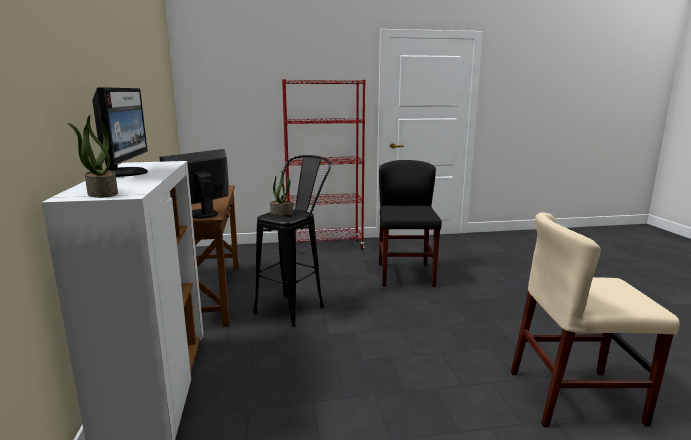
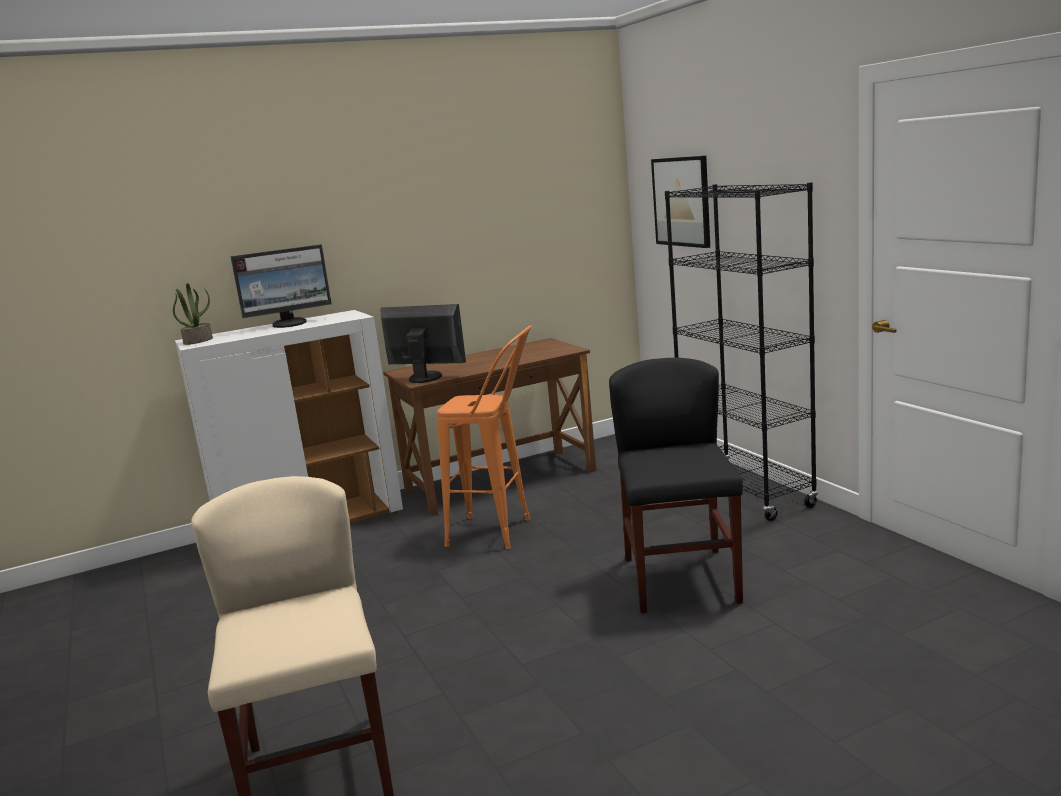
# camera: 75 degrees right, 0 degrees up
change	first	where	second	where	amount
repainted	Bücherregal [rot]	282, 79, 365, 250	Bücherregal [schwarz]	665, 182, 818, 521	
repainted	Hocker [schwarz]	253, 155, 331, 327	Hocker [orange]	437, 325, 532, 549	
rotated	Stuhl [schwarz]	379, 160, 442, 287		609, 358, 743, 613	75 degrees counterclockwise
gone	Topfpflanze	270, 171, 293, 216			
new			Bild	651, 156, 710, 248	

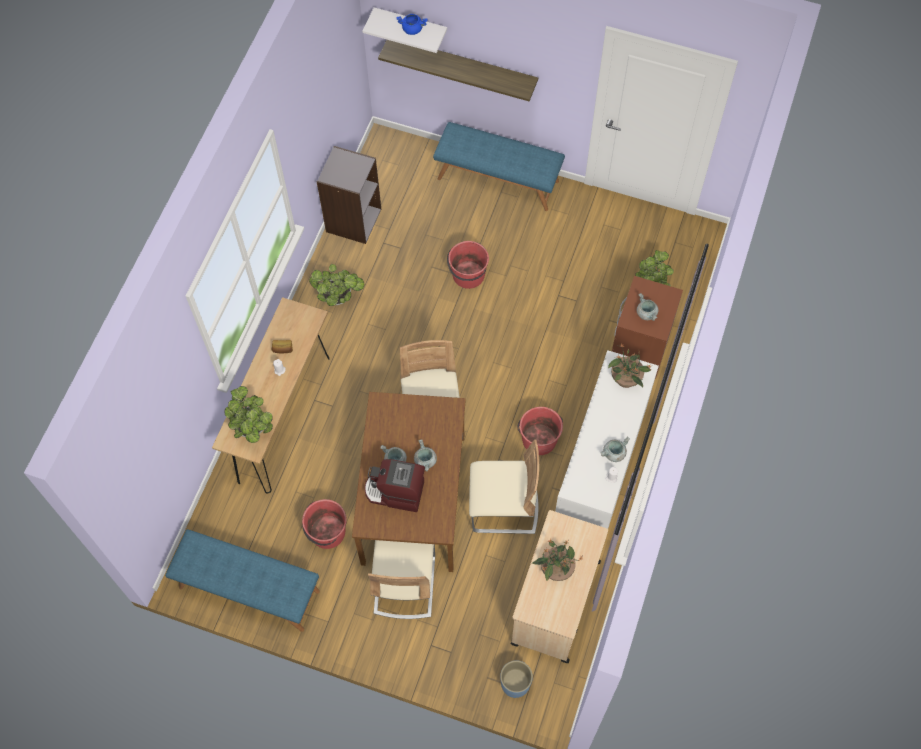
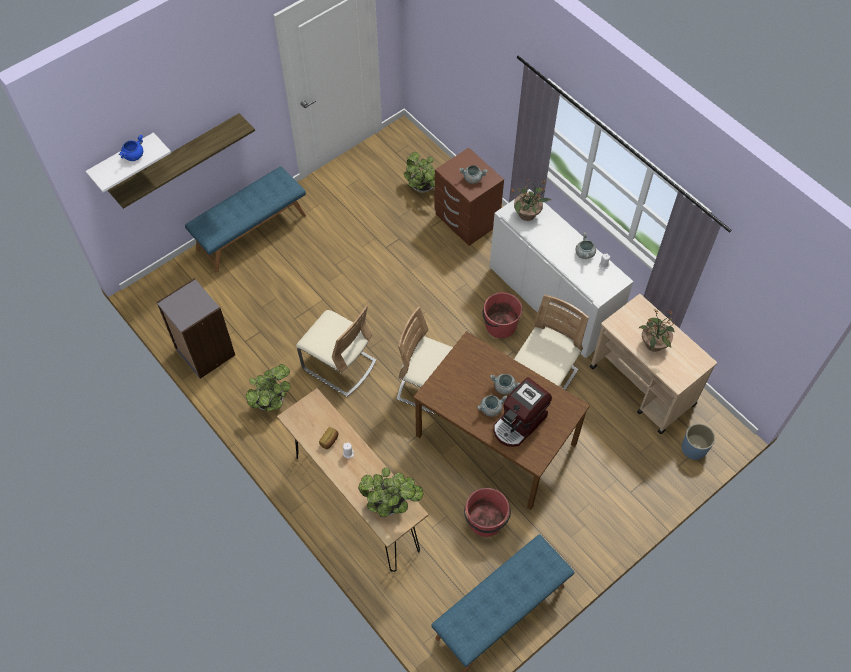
# camera: 60 degrees left, 5 degrees down
change	first	where	second	where	amount
gone	Eimer [rot]	447, 241, 489, 289			
shifted	Stuhl [beige]	368, 540, 435, 619		296, 304, 377, 397	

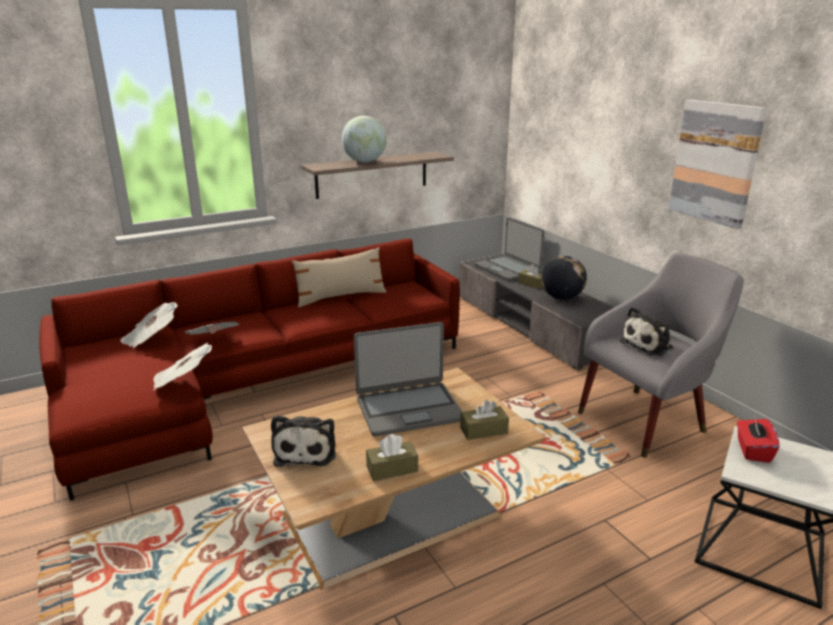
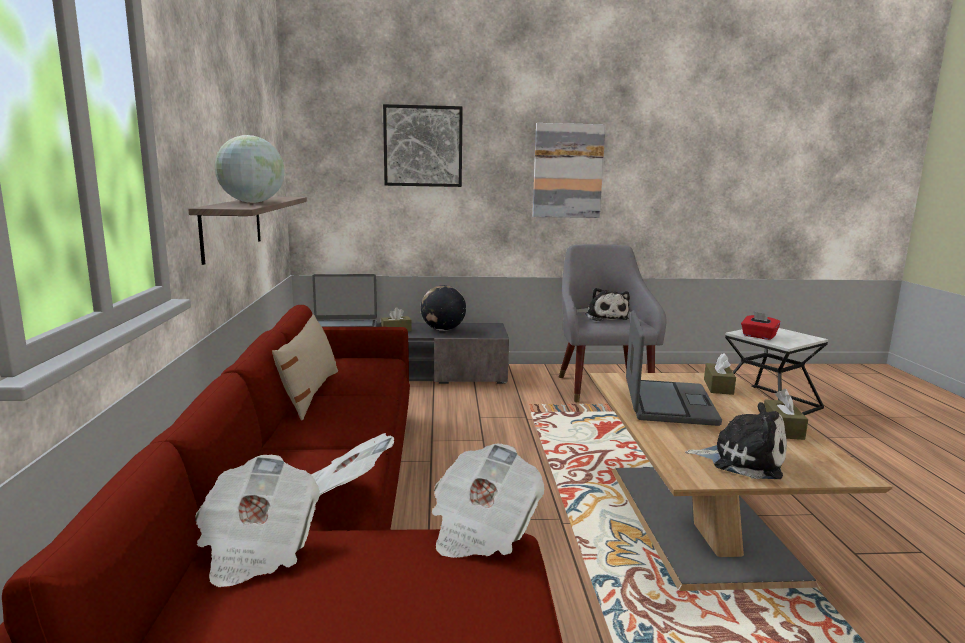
# camera: 65 degrees left, 10 degrees down
change	first	where	second	where	amount
new			Bild	383, 104, 463, 187	

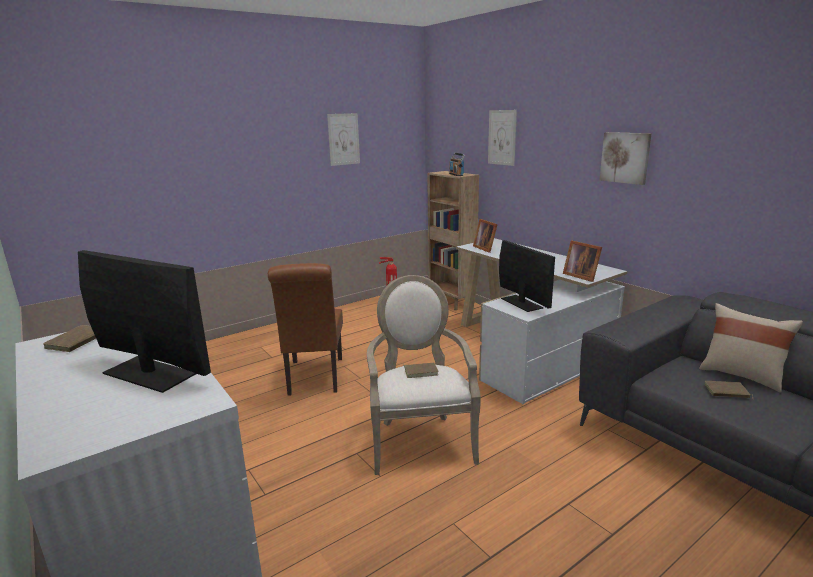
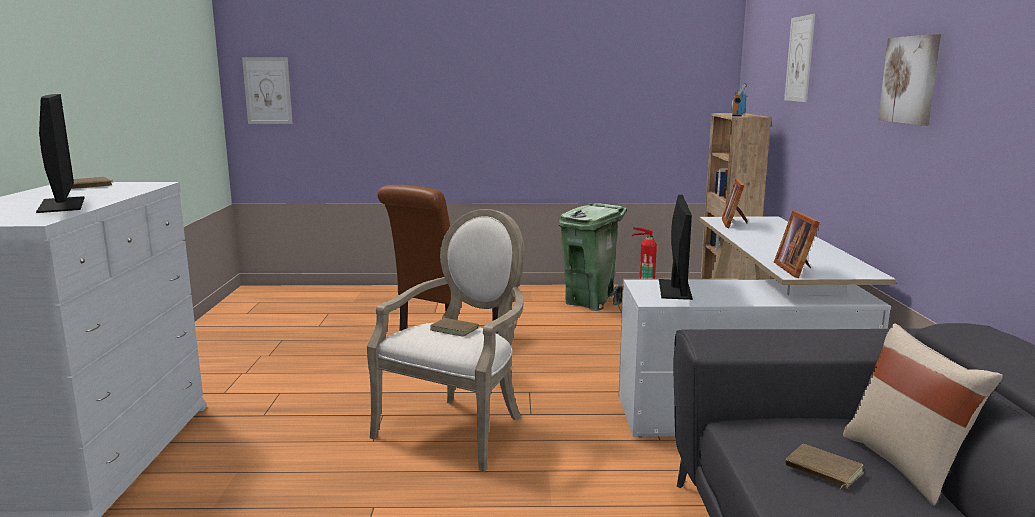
# camera: 35 degrees right, 5 degrees down
change	first	where	second	where	amount
shifted	Bild	327, 113, 360, 166		242, 57, 293, 124	
new			Mülleimer [grün]	559, 203, 627, 311	

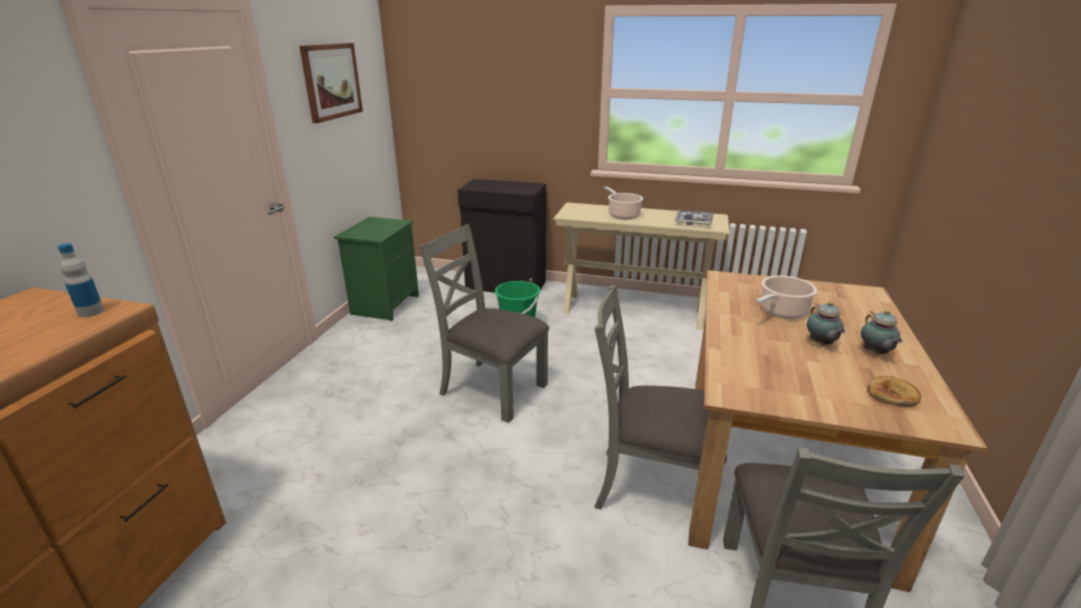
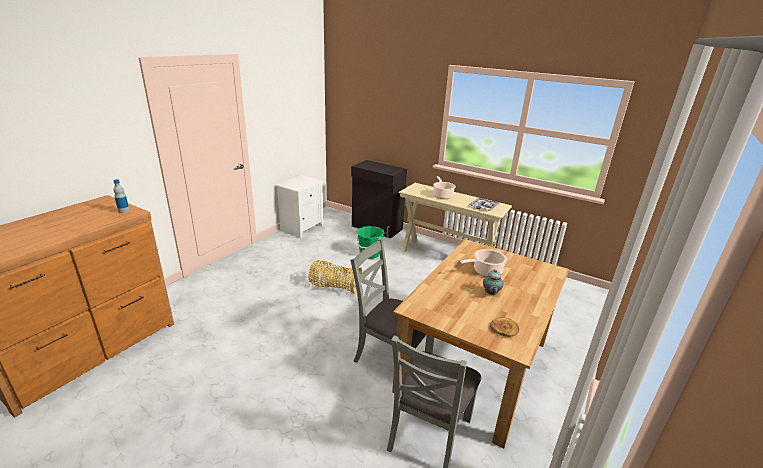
# camera: 15 degrees right, 0 degrees up
change	first	where	second	where	amount
gone	Bild	299, 43, 363, 123			
repainted	Nachttisch [grün]	334, 217, 419, 321	Nachttisch [weiß]	275, 175, 324, 238	
swapped	Stuhl [grau]	419, 224, 549, 423	Korb	309, 260, 362, 294	
gone	Teekanne	861, 310, 903, 355			

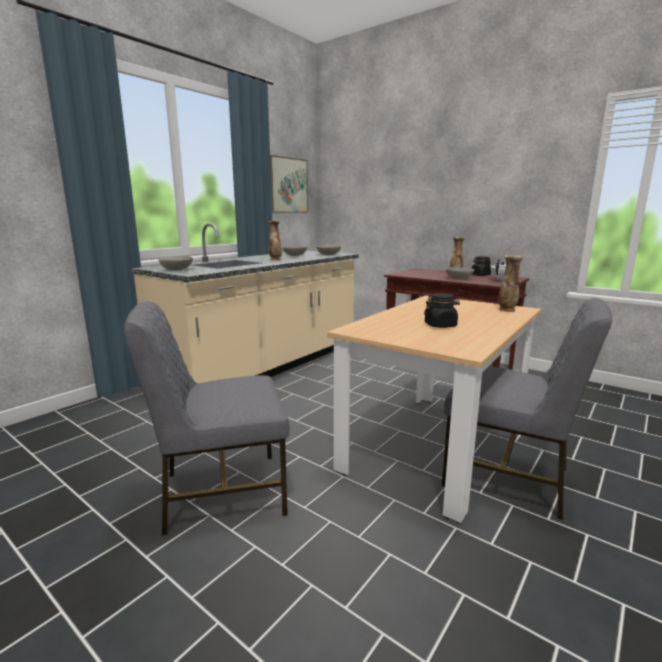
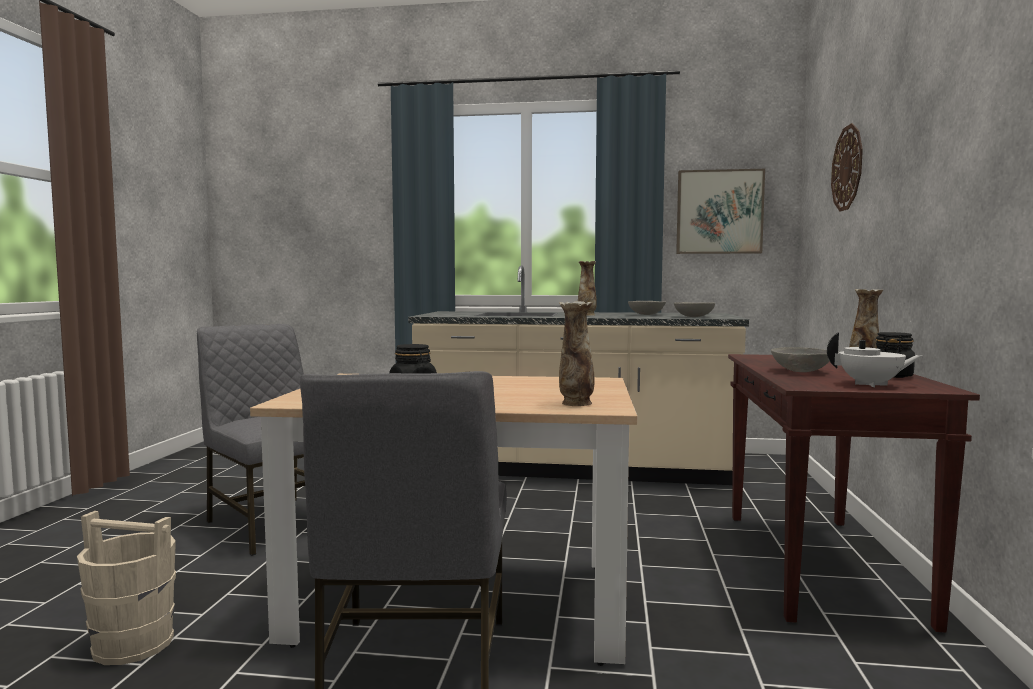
# camera: 60 degrees right, 10 degrees down
change	first	where	second	where	amount
gone	Schüssel [grau]	159, 256, 193, 270			
new			Wanduhr	831, 123, 863, 212	
new			Eimer [beige]	77, 511, 176, 665	

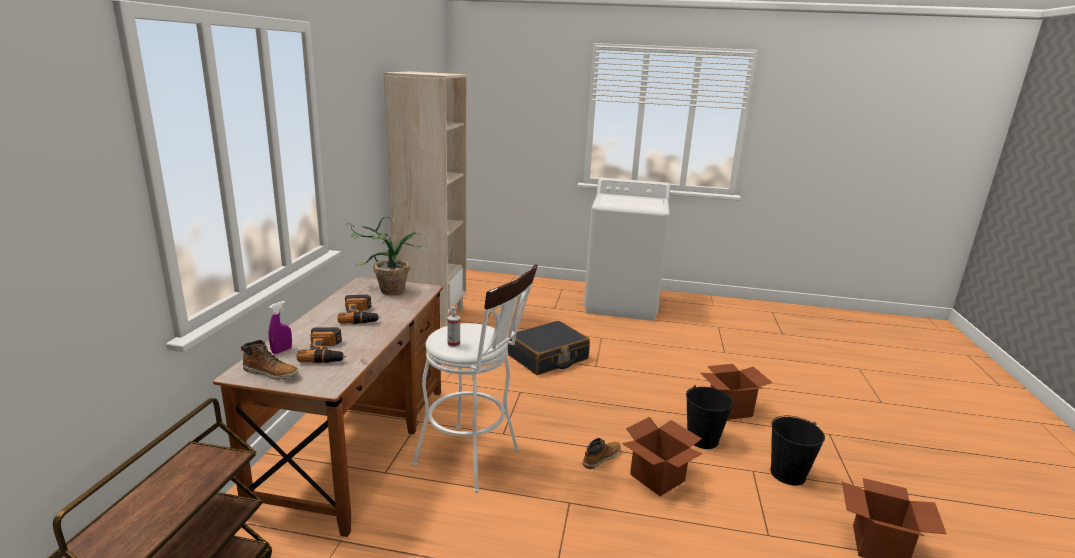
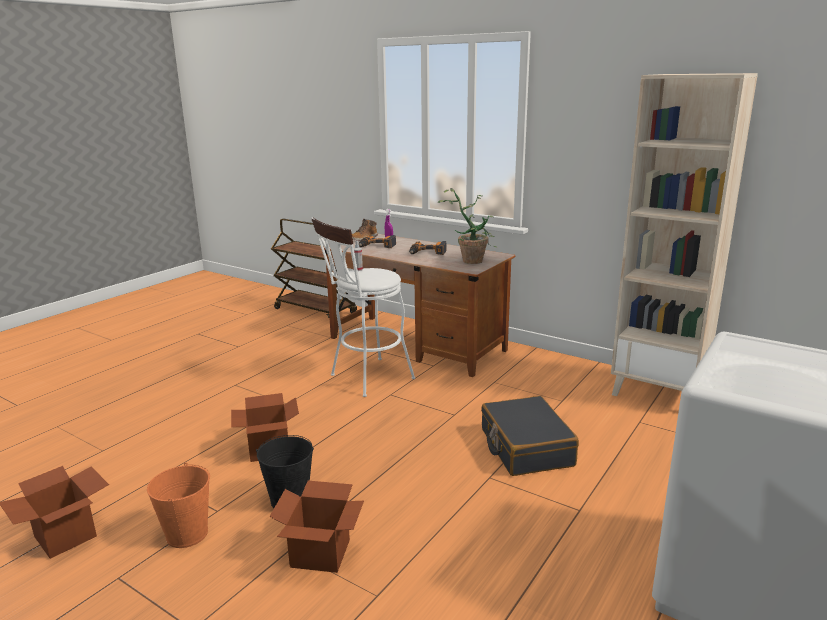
# camera: 115 degrees right, 0 degrees up
change	first	where	second	where	amount
repainted	Eimer [schwarz]	770, 416, 825, 485	Eimer [orange]	147, 462, 210, 548	
gone	Stiefel	583, 438, 621, 469			

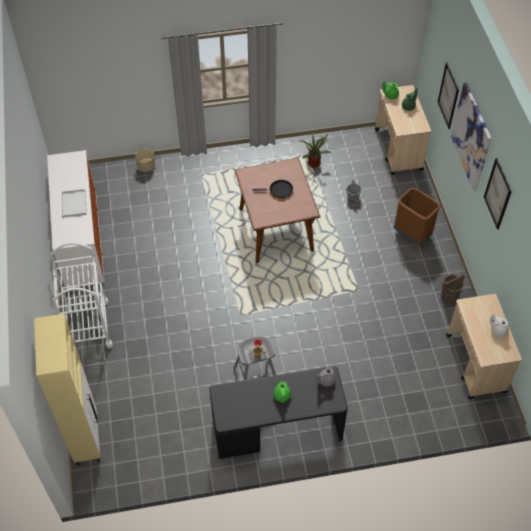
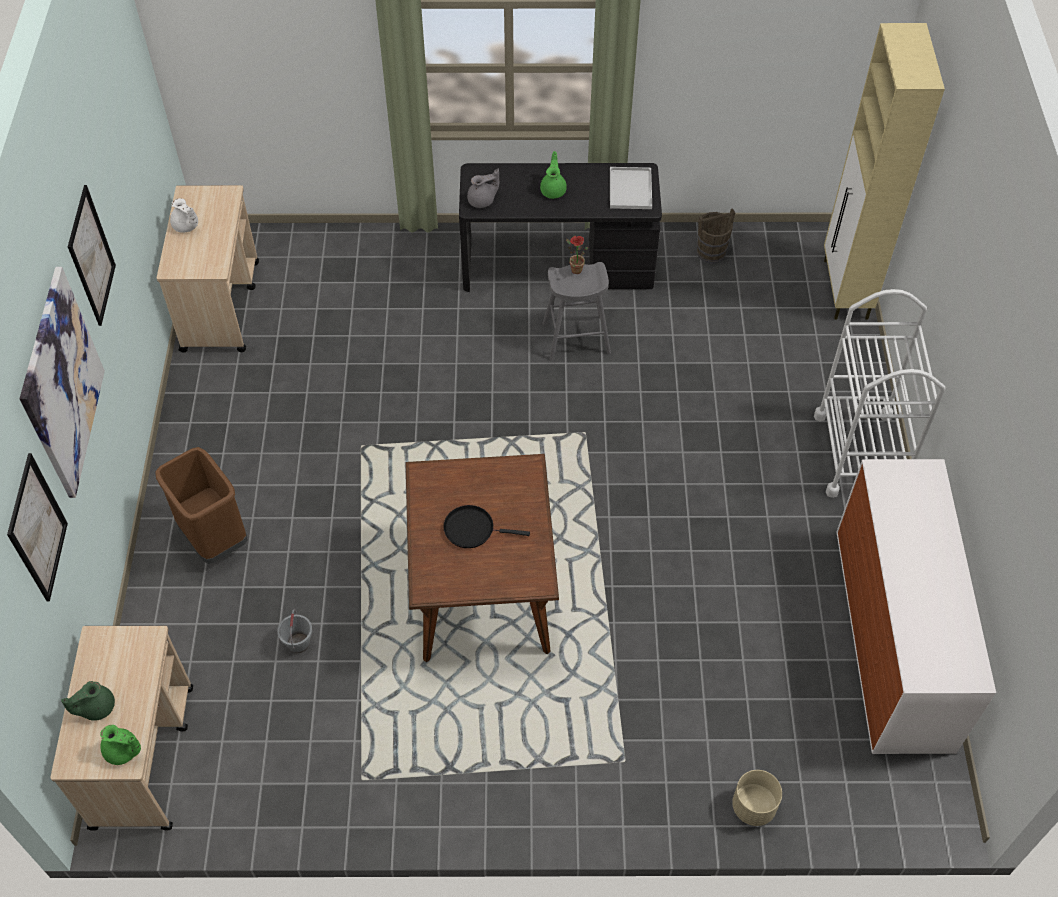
# camera: 170 degrees left, 0 degrees up
change	first	where	second	where	amount
gone	Topfpflanze	298, 133, 331, 168			
shifted	Tablett [weiß]	61, 189, 87, 217		610, 167, 652, 209	
shifted	Eimer [braun]	441, 273, 465, 304		697, 208, 735, 264	

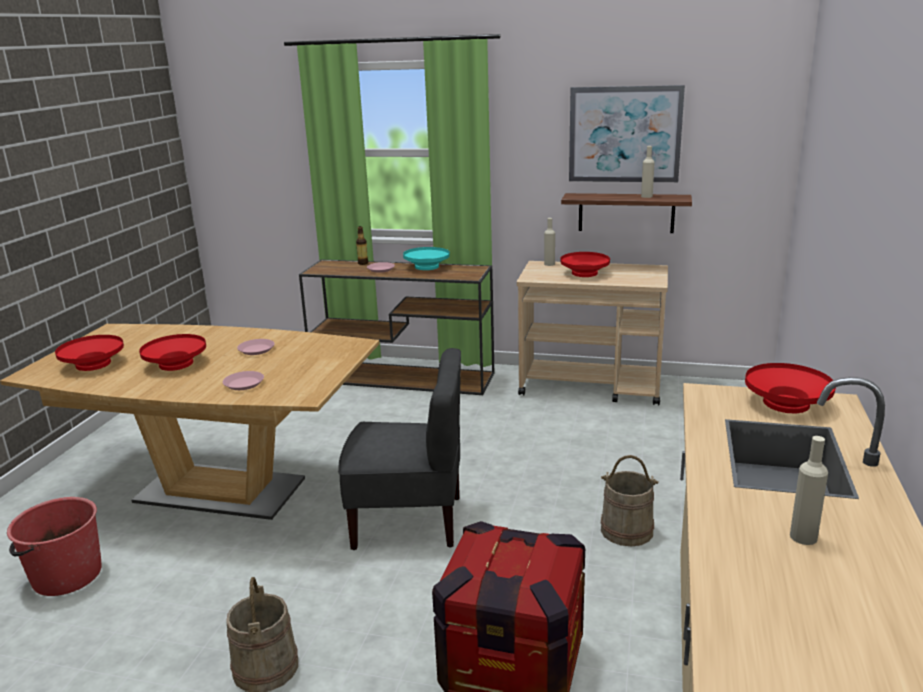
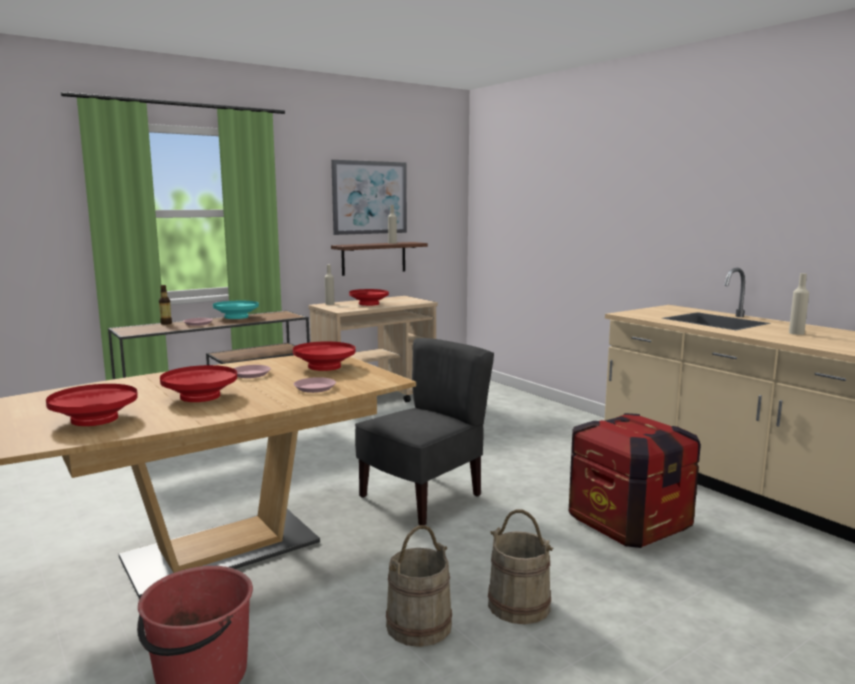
# camera: 50 degrees left, 10 degrees down
change	first	where	second	where	amount
shifted	Schüssel [rot]	745, 363, 836, 413		293, 342, 356, 371	
shifted	Eimer [beige]	601, 455, 659, 547		386, 525, 452, 647	

